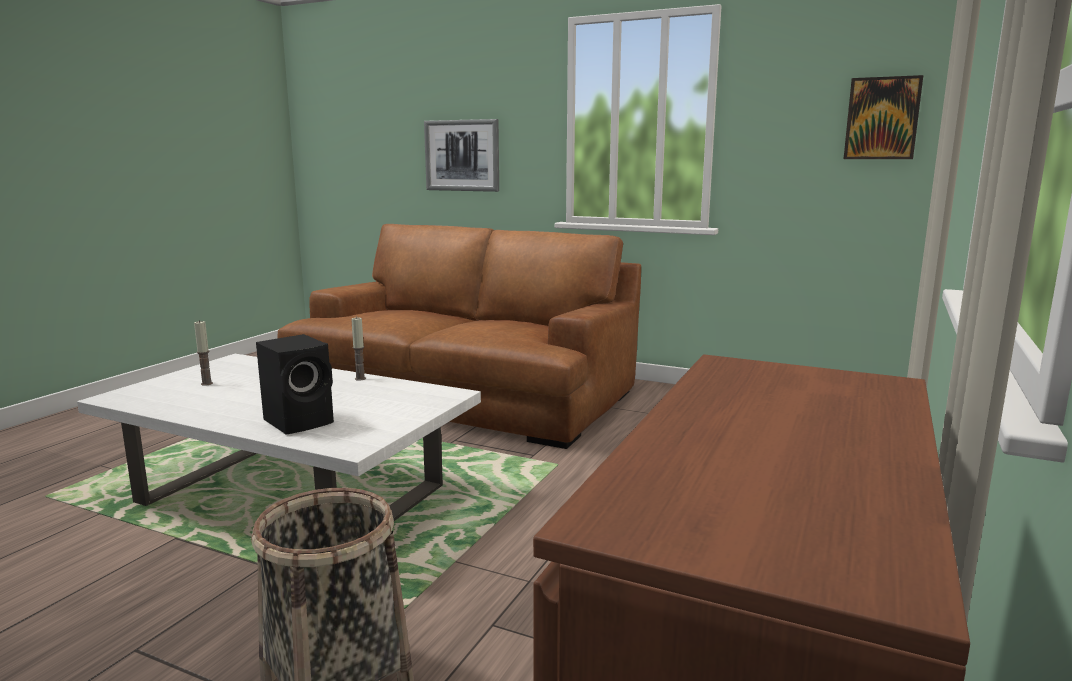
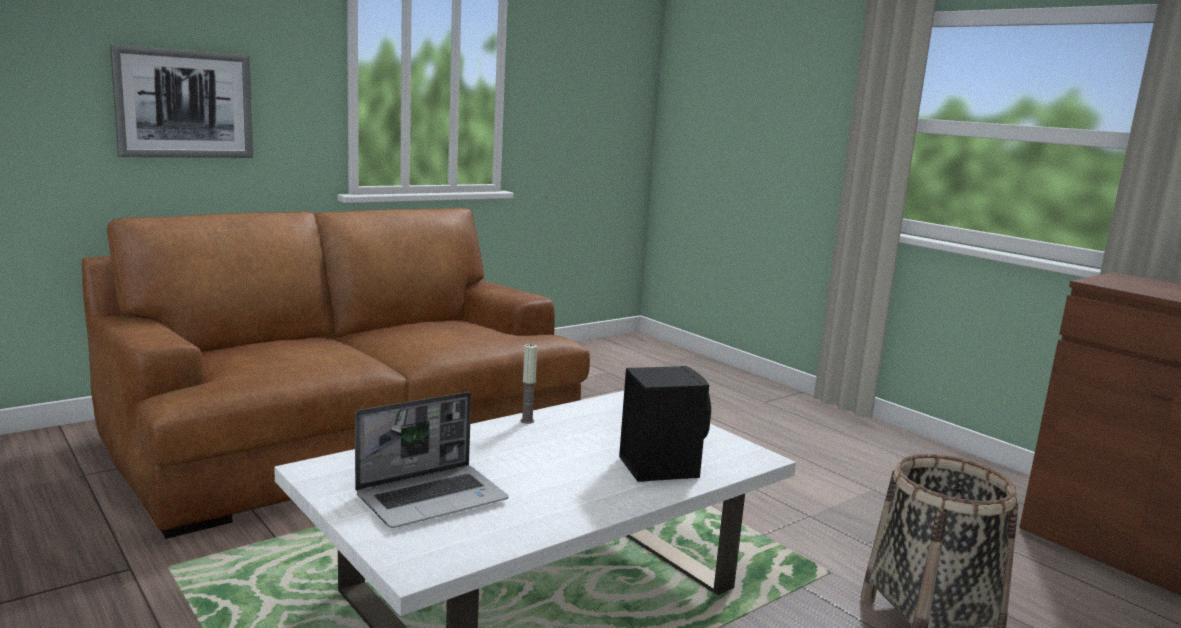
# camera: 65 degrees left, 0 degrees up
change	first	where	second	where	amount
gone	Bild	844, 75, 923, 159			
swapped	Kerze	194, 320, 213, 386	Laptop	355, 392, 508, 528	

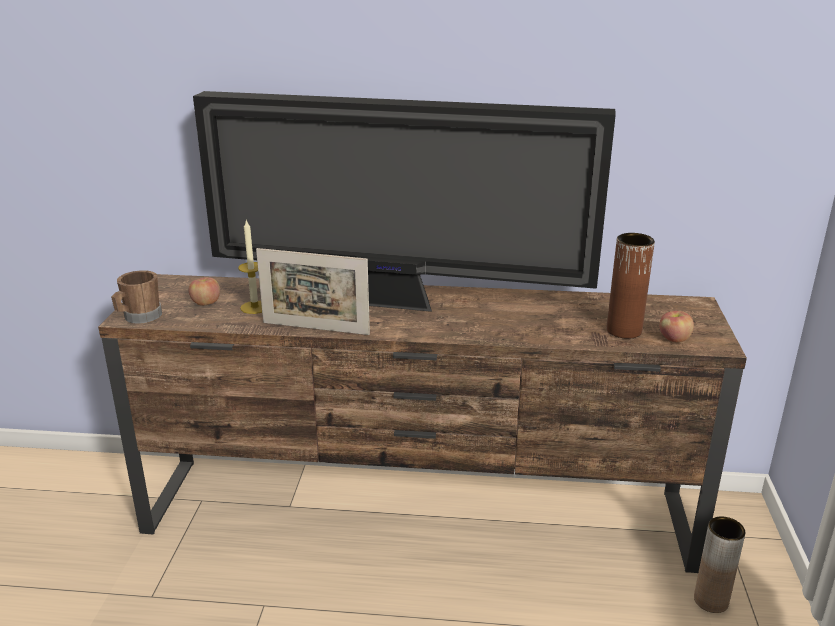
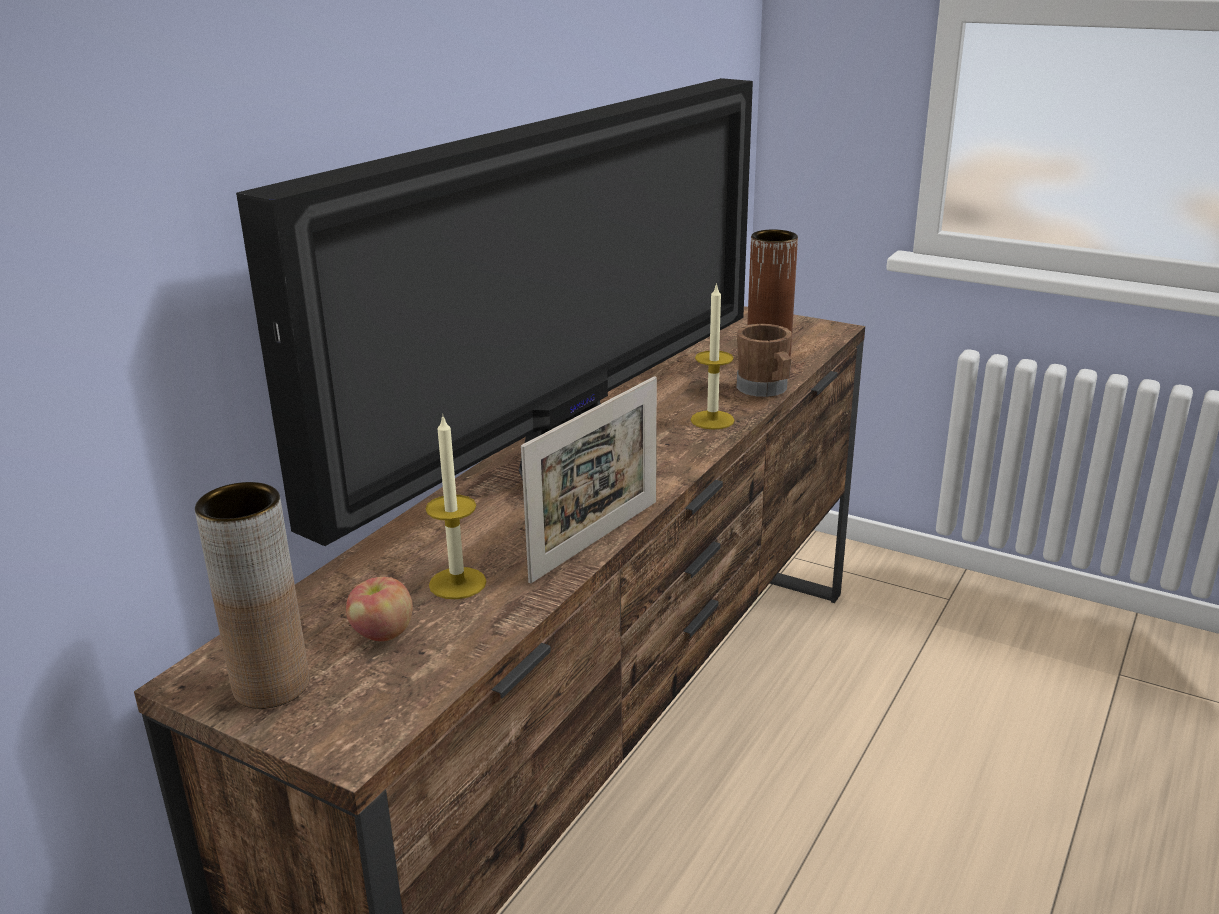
# camera: 65 degrees left, 0 degrees up
change	first	where	second	where	amount
shifted	Henkelbecher [braun]	111, 270, 162, 324		736, 324, 792, 397	
gone	Apfel	659, 311, 694, 343			
shifted	Vase [braun]	694, 516, 745, 613		195, 482, 309, 709	
new			Kerze	691, 283, 735, 430	

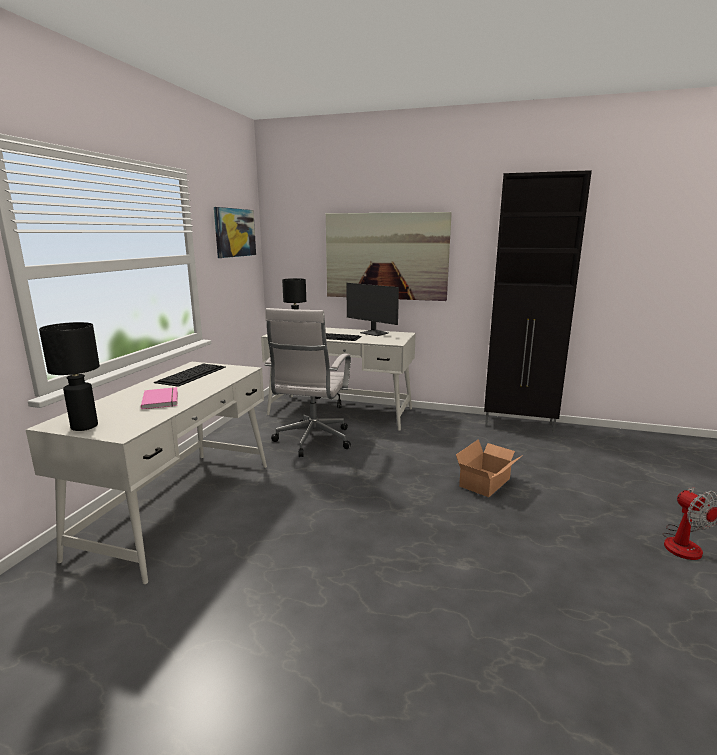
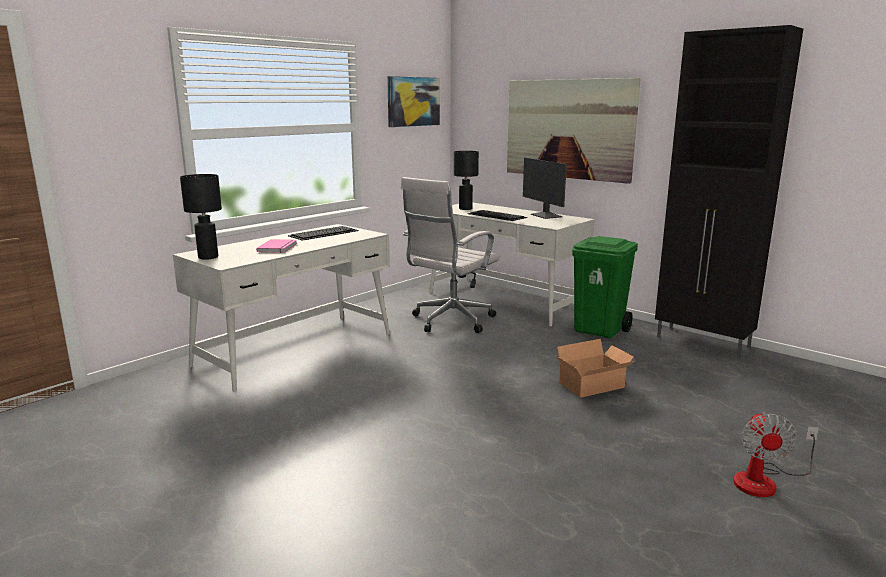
# camera: 25 degrees right, 0 degrees up
change	first	where	second	where	amount
new			Mülleimer [grün]	572, 236, 638, 338	

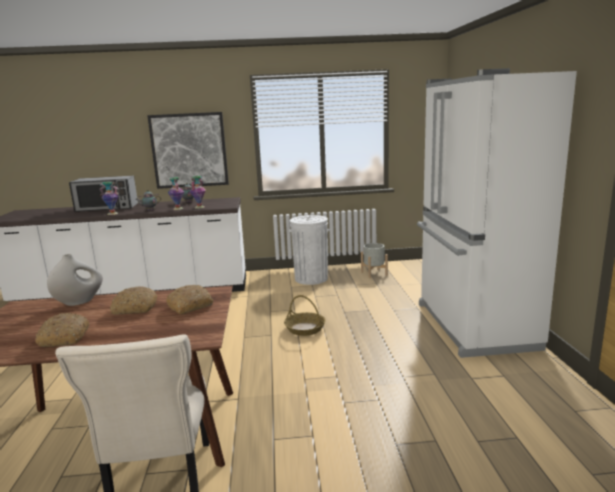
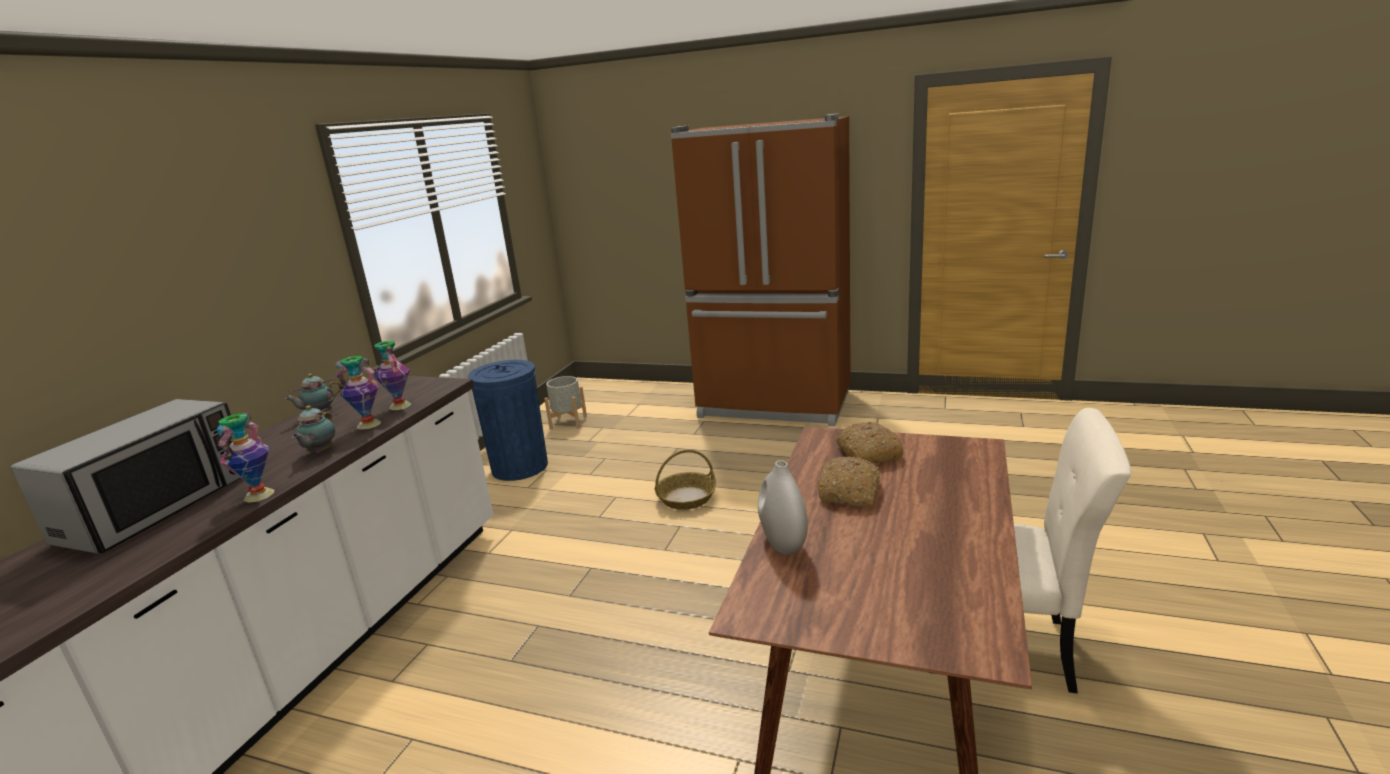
# camera: 65 degrees left, 5 degrees up
change	first	where	second	where	amount
repainted	Kühlschrank [weiß]	417, 68, 577, 358	Kühlschrank [braun]	671, 113, 851, 426	
gone	Bild	147, 112, 229, 189			
repainted	Mülleimer [weiß]	289, 215, 329, 285	Mülleimer [blau]	468, 360, 548, 481	
gone	Brot	35, 313, 89, 347			

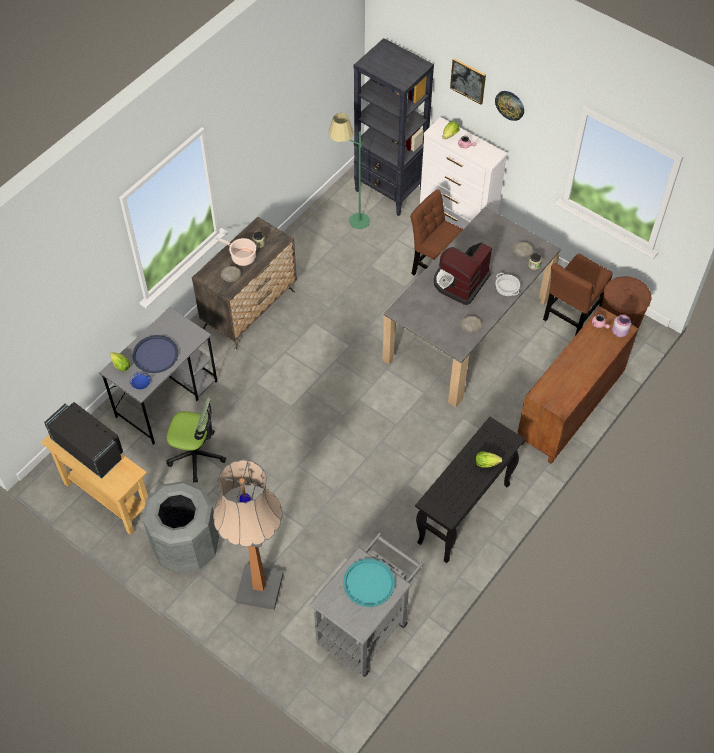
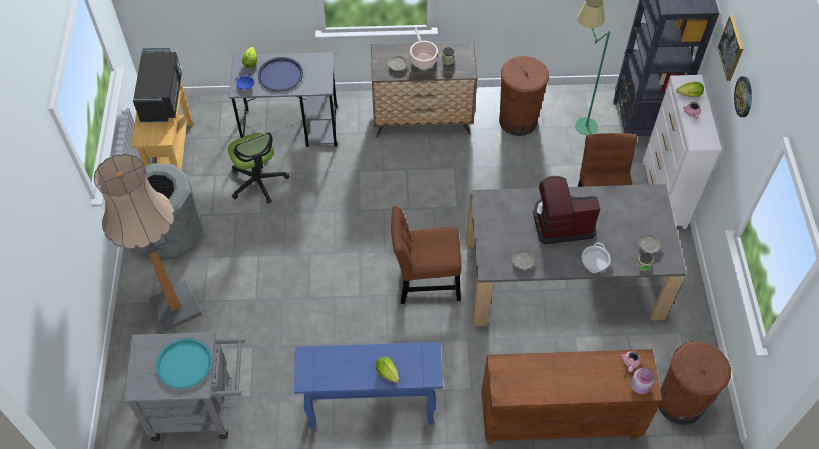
# camera: 50 degrees right, 0 degrees up
change	first	where	second	where	amount
shifted	Stuhl [braun]	543, 254, 613, 336		391, 206, 461, 304	
repainted	Konsolentisch [schwarz]	415, 417, 525, 563	Konsolentisch [blau]	294, 342, 443, 429	
new			Mülleimer [braun]	499, 56, 549, 136	

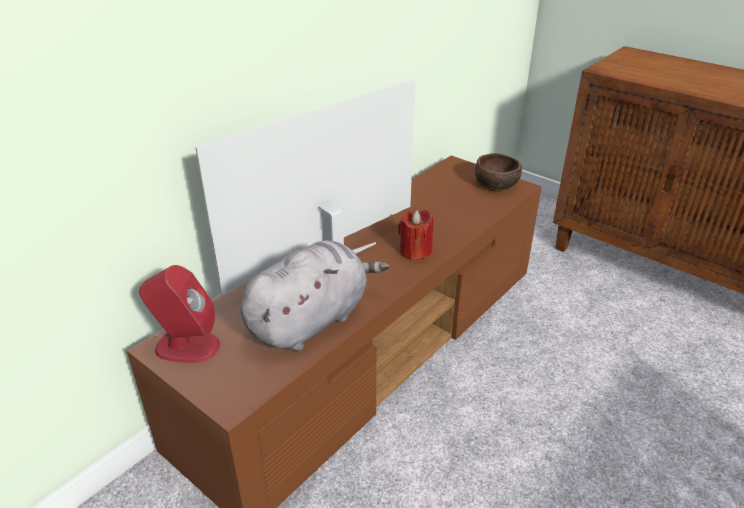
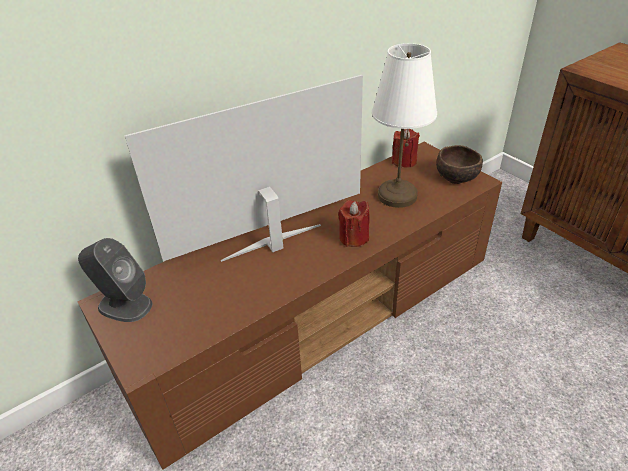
# camera: 15 degrees right, 5 degrees up
change	first	where	second	where	amount
gone	Plüschtier [grau]	241, 240, 390, 351			
repainted	Lautsprecher [rot]	139, 265, 220, 363	Lautsprecher [grau]	78, 238, 153, 322	
new			Tischlampe [weiß]	372, 43, 437, 208	
new			Kerze [rot]	392, 129, 420, 168	

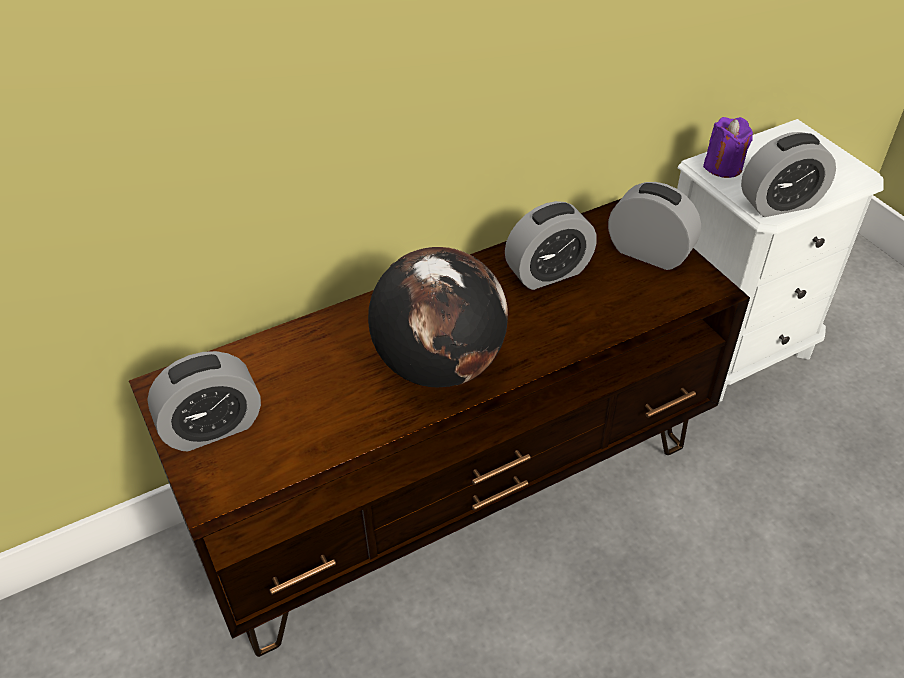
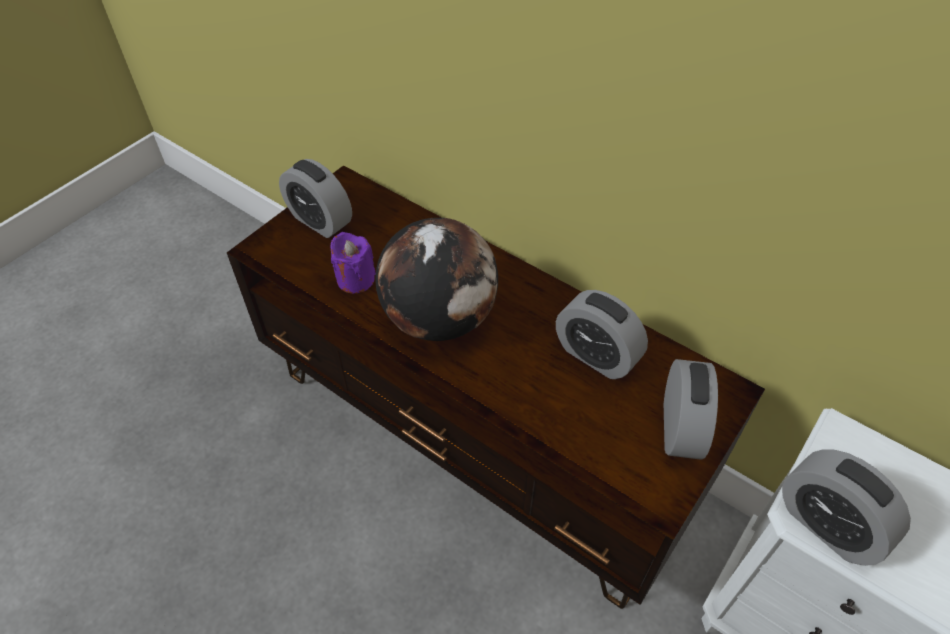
# camera: 65 degrees right, 5 degrees up
change	first	where	second	where	amount
shifted	Kerze [lila]	703, 117, 753, 178		331, 232, 376, 293	

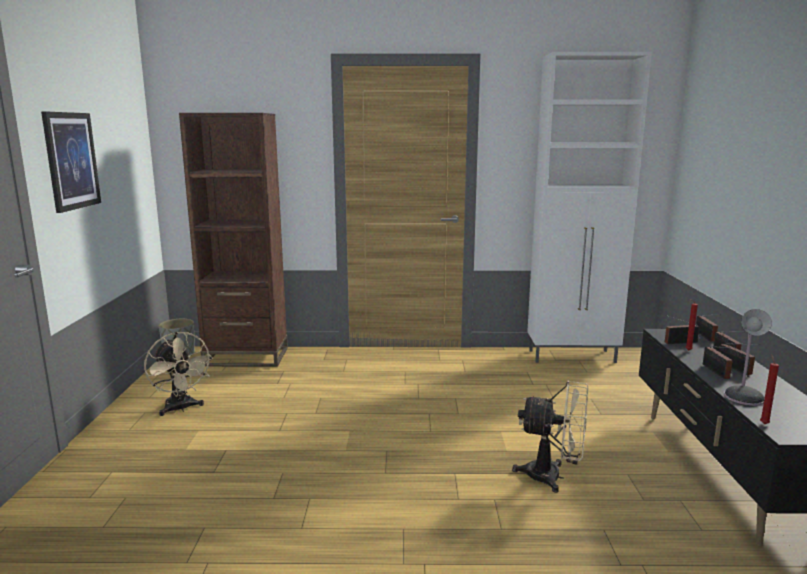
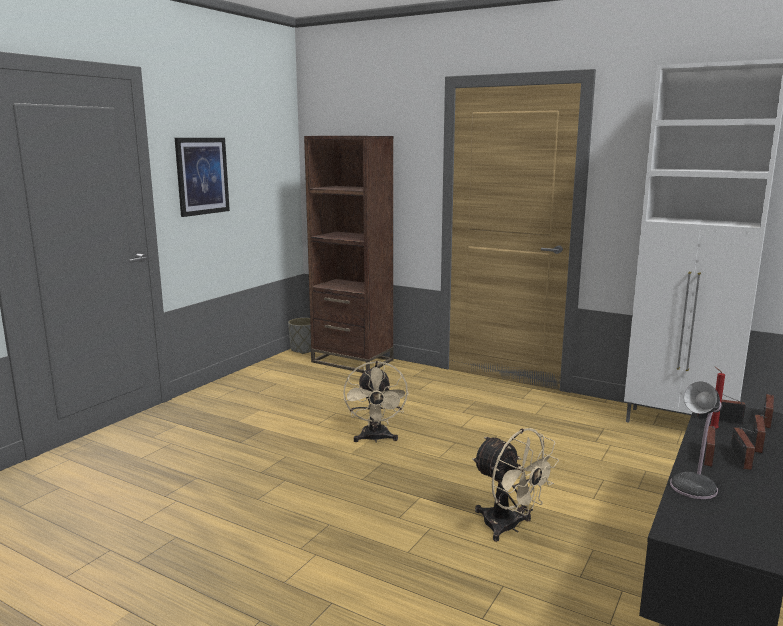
# camera: 30 degrees right, 0 degrees up
change	first	where	second	where	amount
shifted	Ventilator [beige]	144, 332, 213, 416		343, 361, 409, 443	
gone	Kerze [rot]	760, 355, 779, 424			

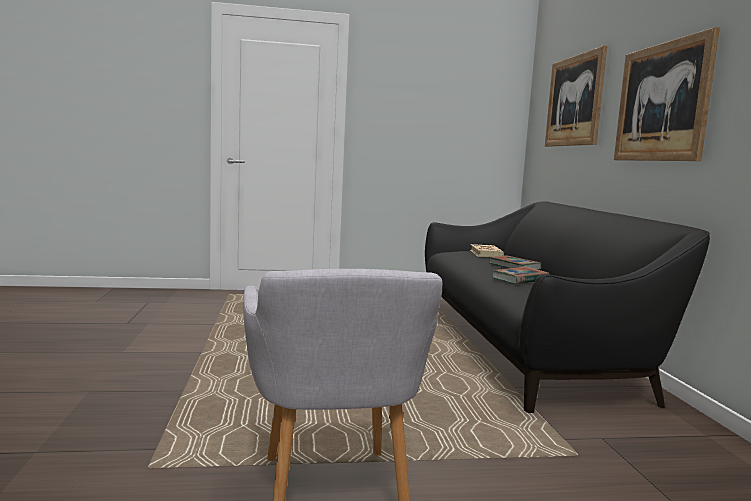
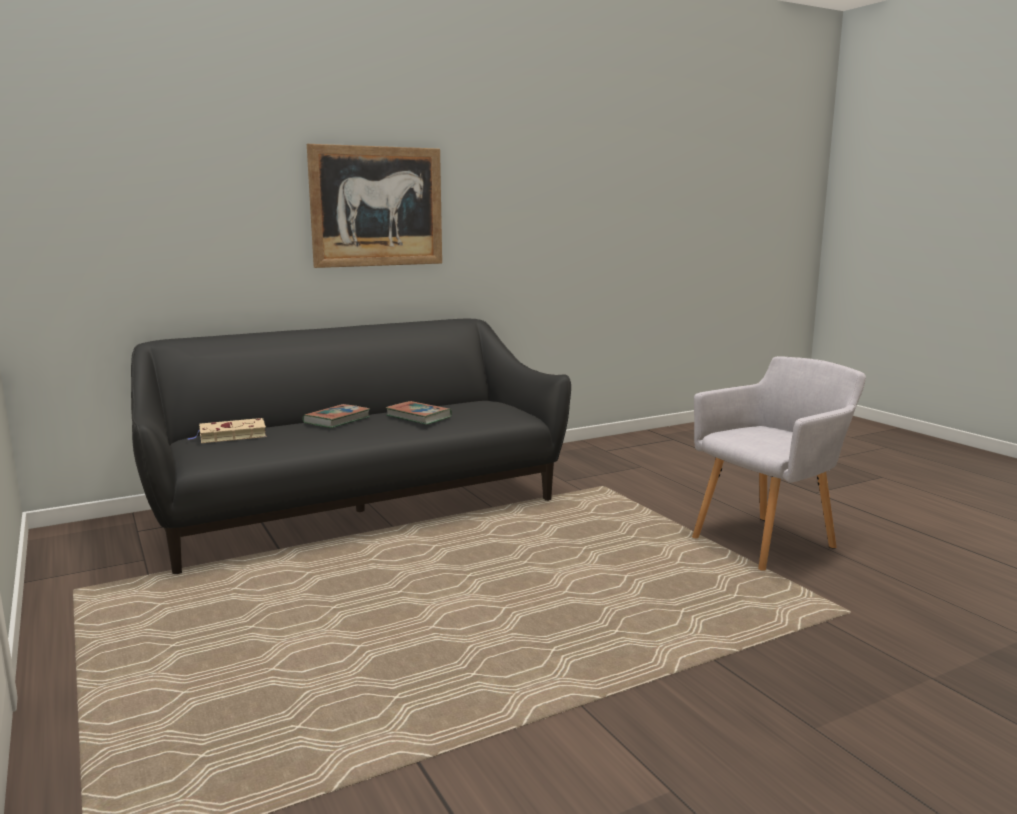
# camera: 110 degrees left, 5 degrees up
change	first	where	second	where	amount
gone	Bild	545, 46, 607, 147			

